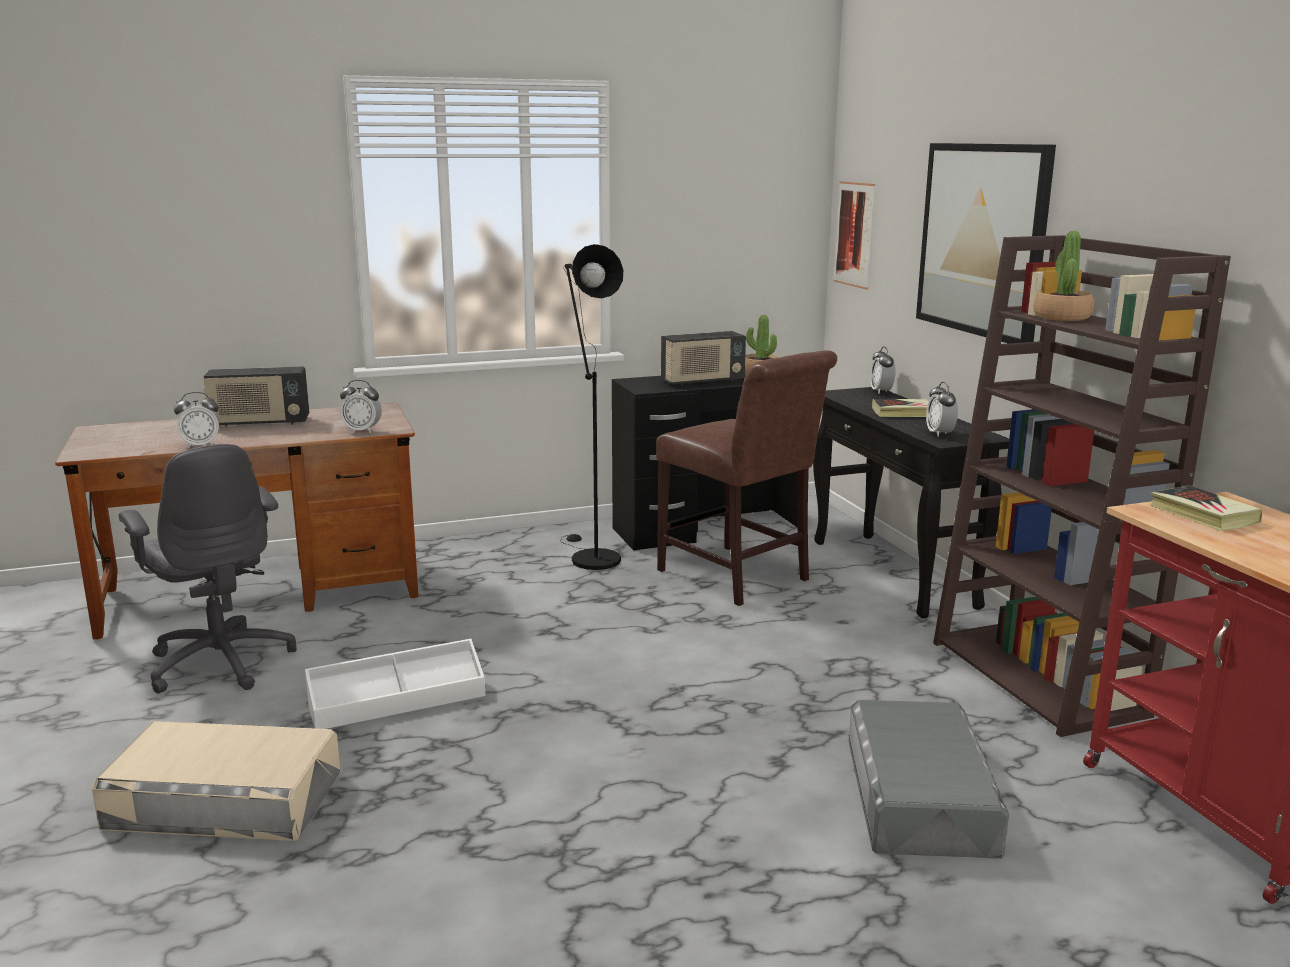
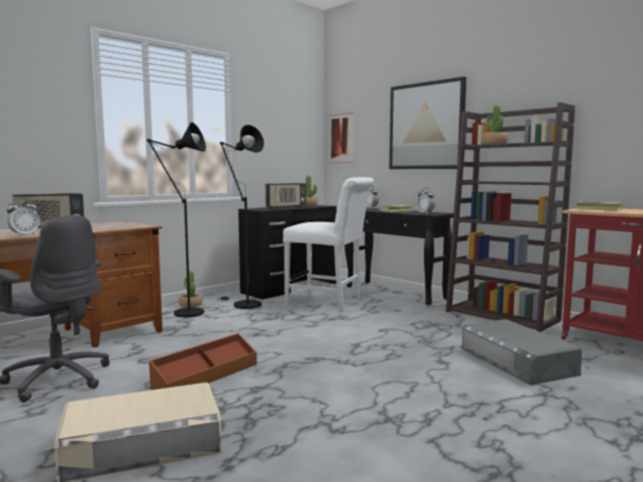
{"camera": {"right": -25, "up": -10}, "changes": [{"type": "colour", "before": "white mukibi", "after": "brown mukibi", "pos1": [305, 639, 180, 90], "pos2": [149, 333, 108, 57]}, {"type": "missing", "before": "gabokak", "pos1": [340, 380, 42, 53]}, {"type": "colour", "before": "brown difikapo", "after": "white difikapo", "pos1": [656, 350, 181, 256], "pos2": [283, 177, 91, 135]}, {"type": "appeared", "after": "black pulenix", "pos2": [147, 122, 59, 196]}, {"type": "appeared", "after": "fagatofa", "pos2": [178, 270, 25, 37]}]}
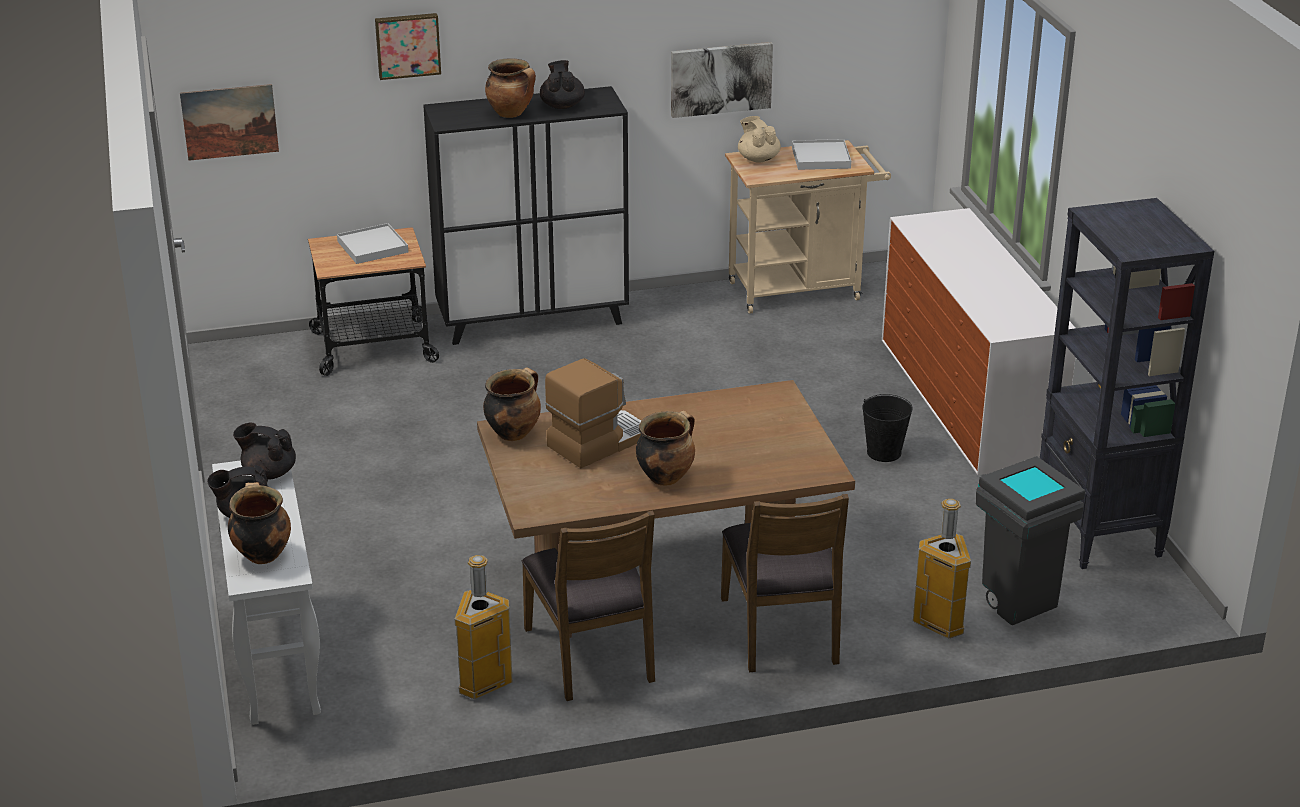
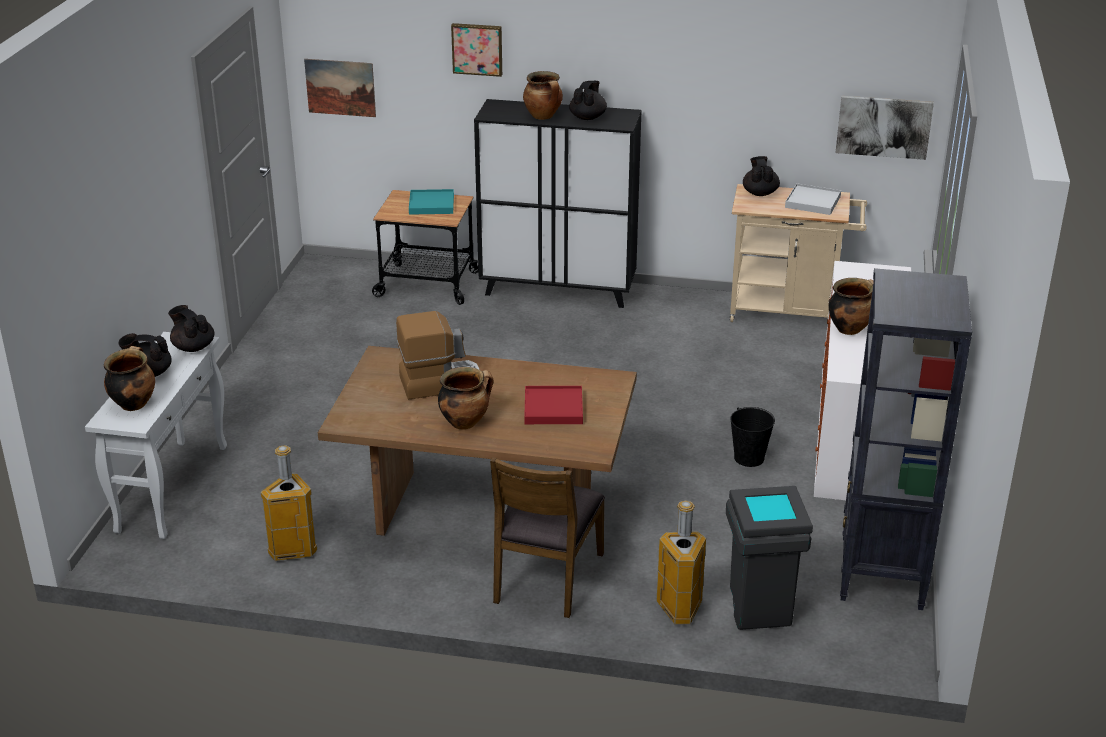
{"camera": {"right": 25, "up": 0}, "changes": [{"type": "colour", "before": "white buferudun", "after": "turquoise buferudun", "pos1": [337, 223, 71, 41], "pos2": [409, 189, 45, 26]}, {"type": "relocated", "before": "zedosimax", "pos1": [483, 367, 58, 74], "pos2": [829, 278, 44, 57]}, {"type": "missing", "before": "brown difikapo", "pos1": [522, 511, 133, 190]}, {"type": "relocated", "before": "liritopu", "pos1": [671, 42, 102, 76], "pos2": [836, 96, 98, 64]}, {"type": "colour", "before": "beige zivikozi", "after": "black zivikozi", "pos1": [738, 116, 43, 47], "pos2": [743, 156, 37, 40]}, {"type": "appeared", "after": "red buferudun", "pos2": [524, 386, 59, 38]}]}
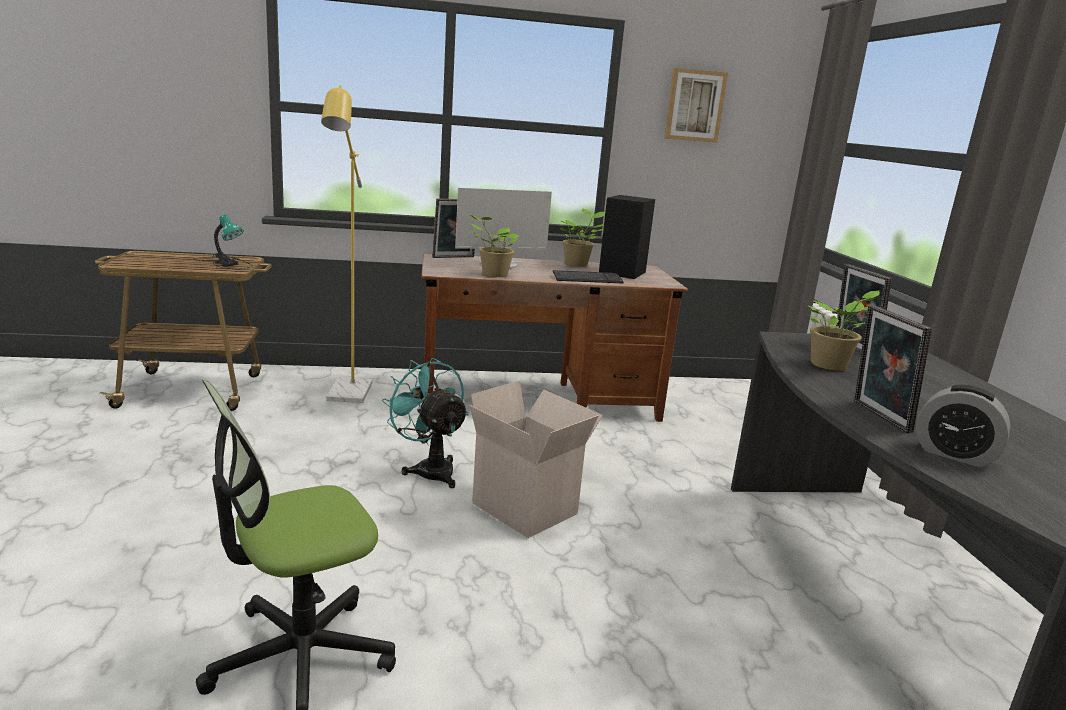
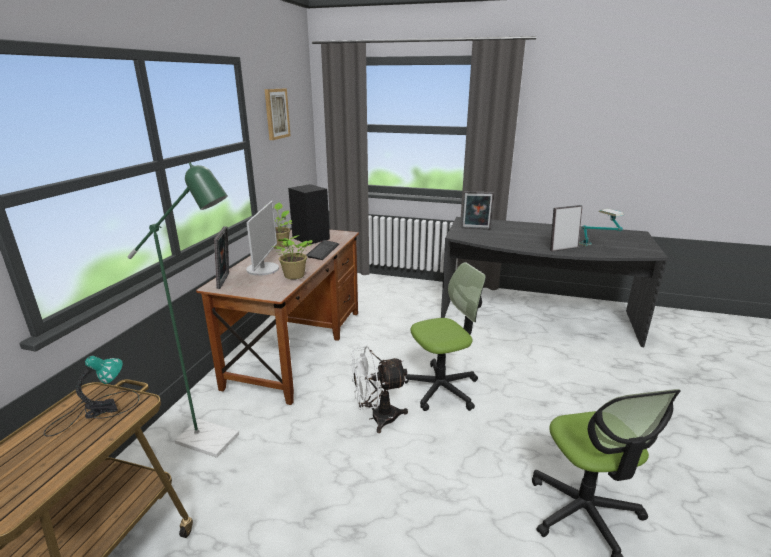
{"camera": {"right": -65, "up": 5}, "changes": [{"type": "colour", "before": "yellow pulenix", "after": "green pulenix", "pos1": [321, 85, 51, 318], "pos2": [127, 162, 112, 296]}, {"type": "colour", "before": "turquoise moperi", "after": "white moperi", "pos1": [382, 358, 87, 130], "pos2": [350, 346, 58, 87]}, {"type": "exchanged", "before": "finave", "after": "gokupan", "pos1": [469, 381, 134, 157], "pos2": [405, 262, 81, 149]}, {"type": "missing", "before": "fagatofa", "pos1": [807, 291, 73, 80]}, {"type": "spun", "before": "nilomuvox", "pos1": [854, 305, 78, 128], "pos2": [550, 205, 33, 46], "turn": 150}, {"type": "exchanged", "before": "gabokak", "after": "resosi", "pos1": [916, 385, 95, 82], "pos2": [579, 209, 45, 37]}]}
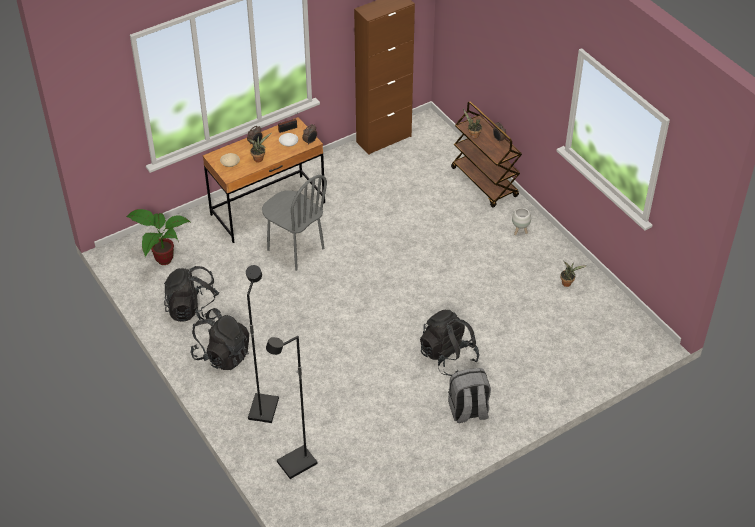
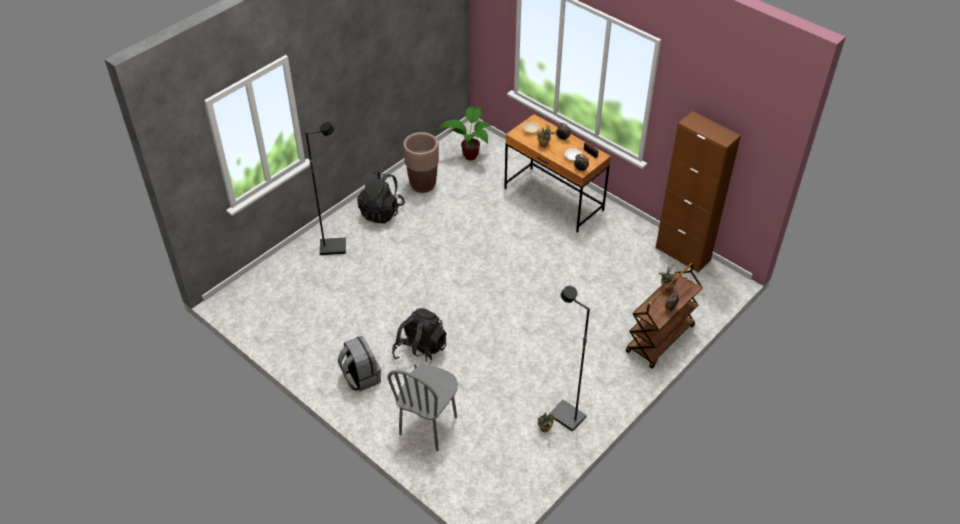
{"camera": {"right": 75, "up": 0}, "changes": [{"type": "exchanged", "before": "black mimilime", "after": "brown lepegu", "pos1": [164, 266, 57, 56], "pos2": [403, 132, 36, 61]}, {"type": "relocated", "before": "grey difikapo", "pos1": [262, 175, 65, 96], "pos2": [388, 365, 70, 86]}, {"type": "relocated", "before": "black pulenix", "pos1": [266, 336, 52, 143], "pos2": [549, 286, 41, 146]}, {"type": "missing", "before": "white lepegu", "pos1": [512, 208, 19, 27]}]}
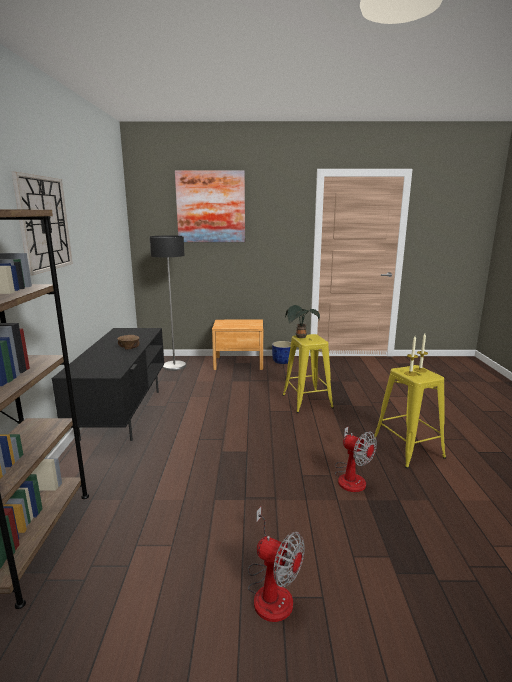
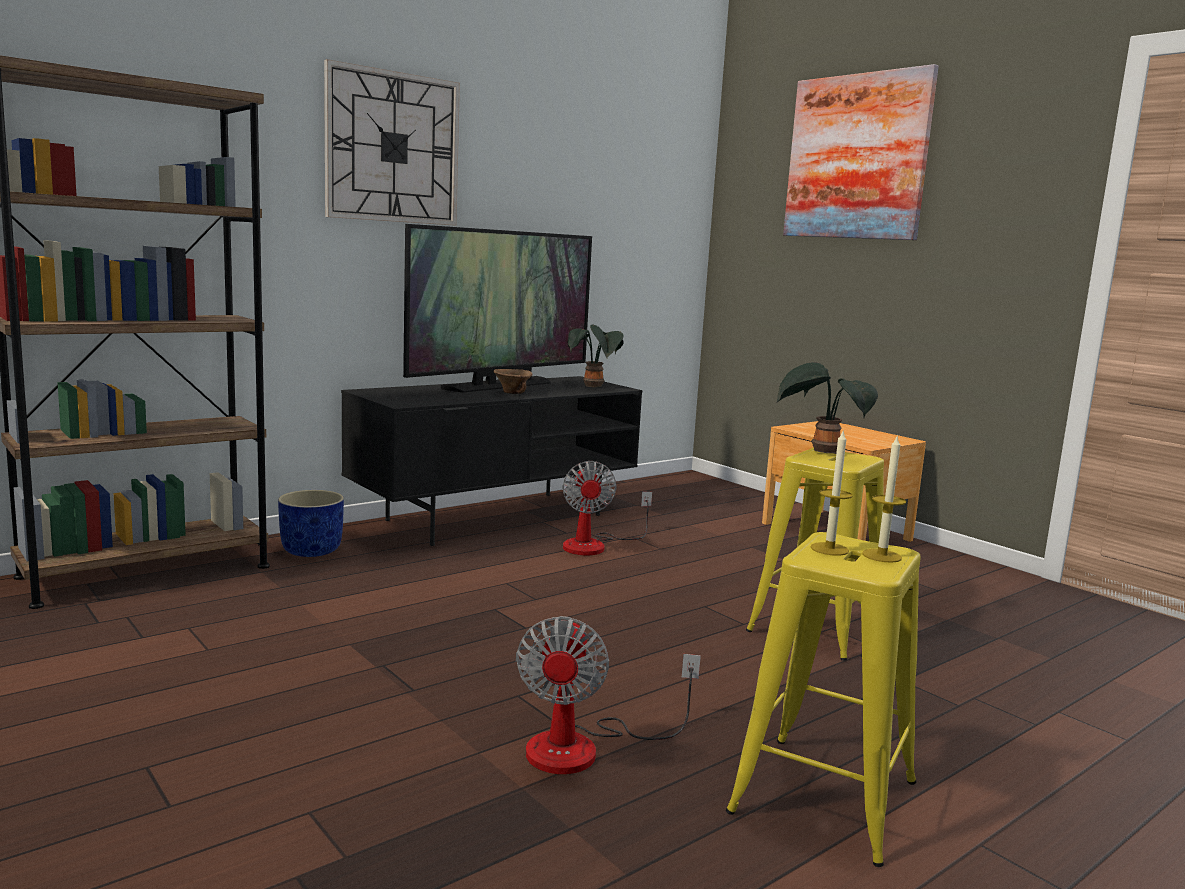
{"camera": {"right": 50, "up": -5}, "changes": [{"type": "missing", "before": "pulenix", "pos1": [149, 235, 37, 136]}, {"type": "relocated", "before": "moperi", "pos1": [248, 507, 57, 115], "pos2": [562, 461, 90, 94]}, {"type": "relocated", "before": "blue lepegu", "pos1": [272, 341, 19, 23], "pos2": [278, 490, 66, 67]}, {"type": "appeared", "after": "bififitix", "pos2": [403, 224, 189, 168]}, {"type": "appeared", "after": "fagatofa", "pos2": [567, 324, 57, 63]}]}
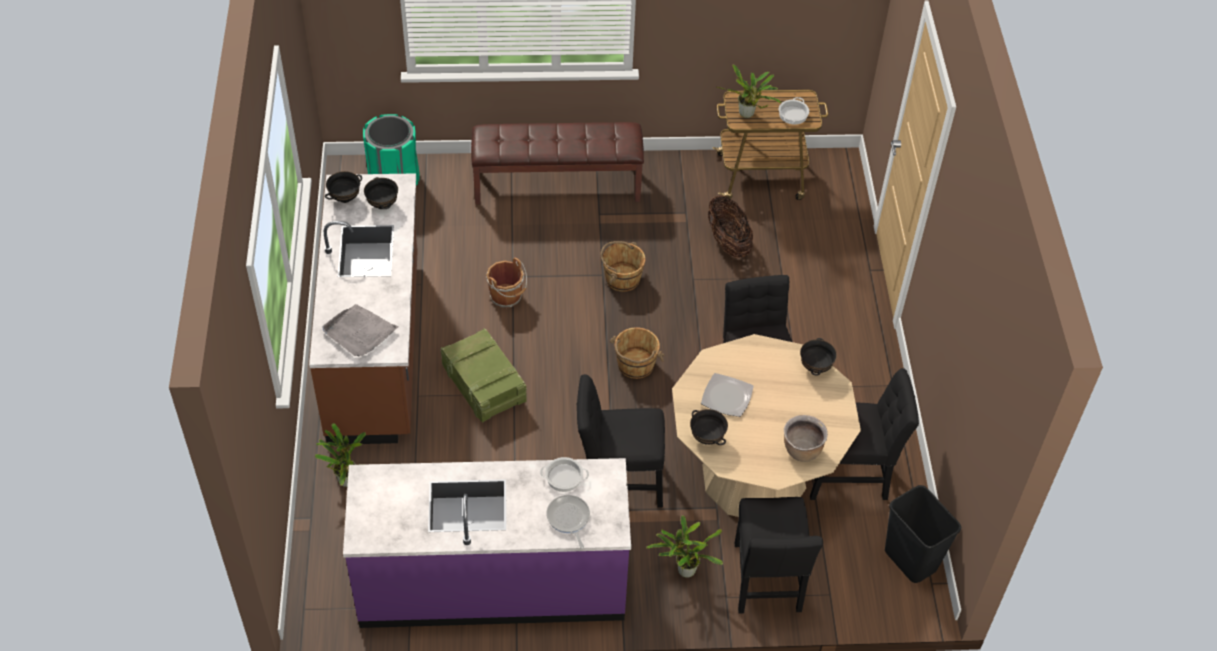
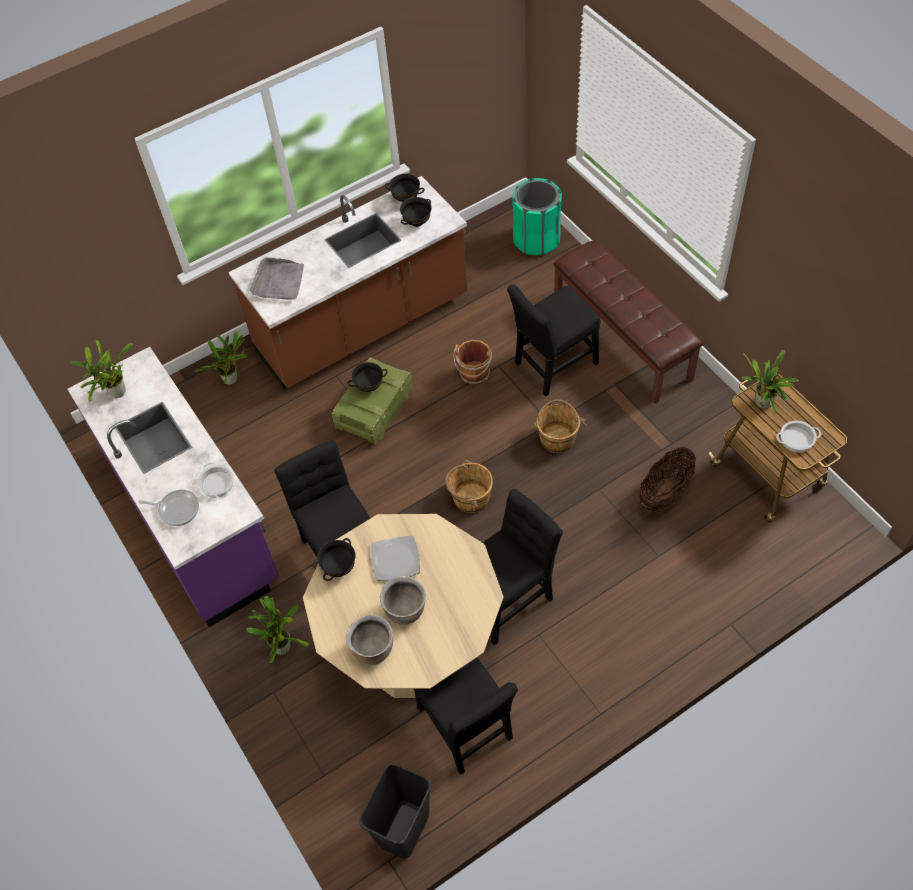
{"camera": {"right": 65, "up": 5}, "changes": [{"type": "spun", "before": "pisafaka", "pos1": [546, 495, 44, 54], "pos2": [138, 490, 61, 36], "turn": 60}, {"type": "relocated", "before": "black difikapo", "pos1": [735, 497, 88, 117], "pos2": [507, 284, 93, 113]}, {"type": "relocated", "before": "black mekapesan", "pos1": [800, 338, 37, 38], "pos2": [347, 362, 41, 30]}, {"type": "appeared", "after": "fagatofa", "pos2": [71, 340, 62, 63]}, {"type": "appeared", "after": "brown zedosimax", "pos2": [380, 576, 46, 49]}]}
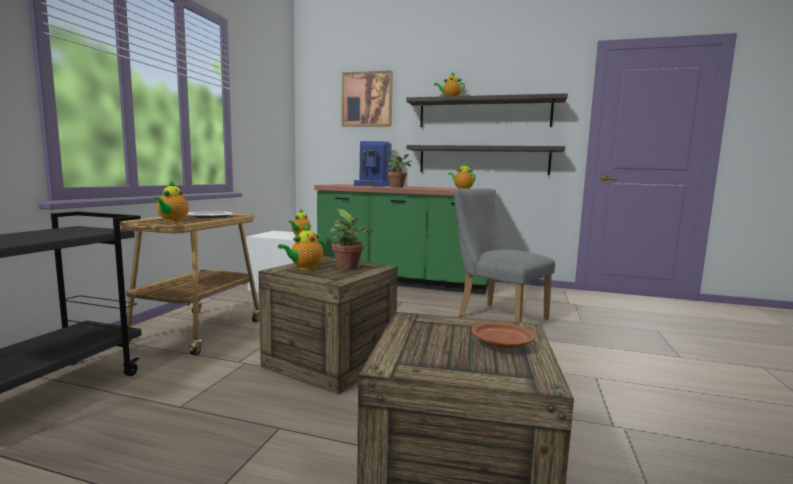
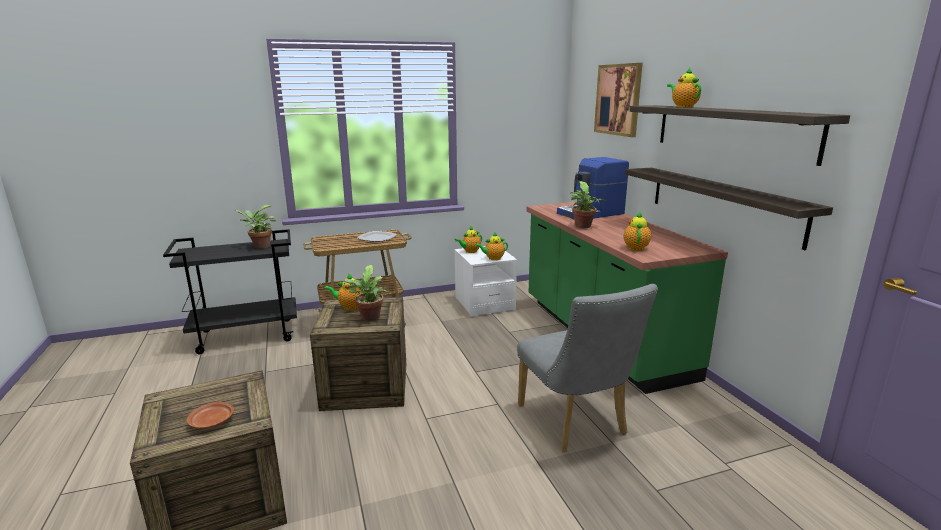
{"camera": {"right": 55, "up": 10}, "changes": [{"type": "relocated", "before": "zivikozi", "pos1": [154, 180, 35, 42], "pos2": [455, 226, 27, 27]}, {"type": "spun", "before": "grey difikapo", "pos1": [454, 188, 101, 134], "pos2": [517, 284, 141, 168], "turn": 150}, {"type": "appeared", "after": "fagatofa", "pos2": [235, 205, 41, 44]}]}
